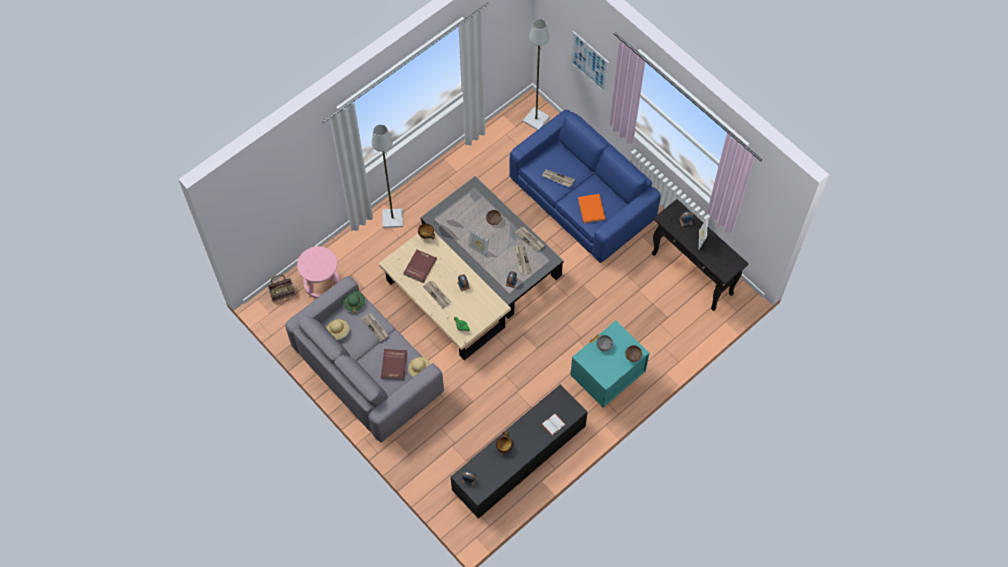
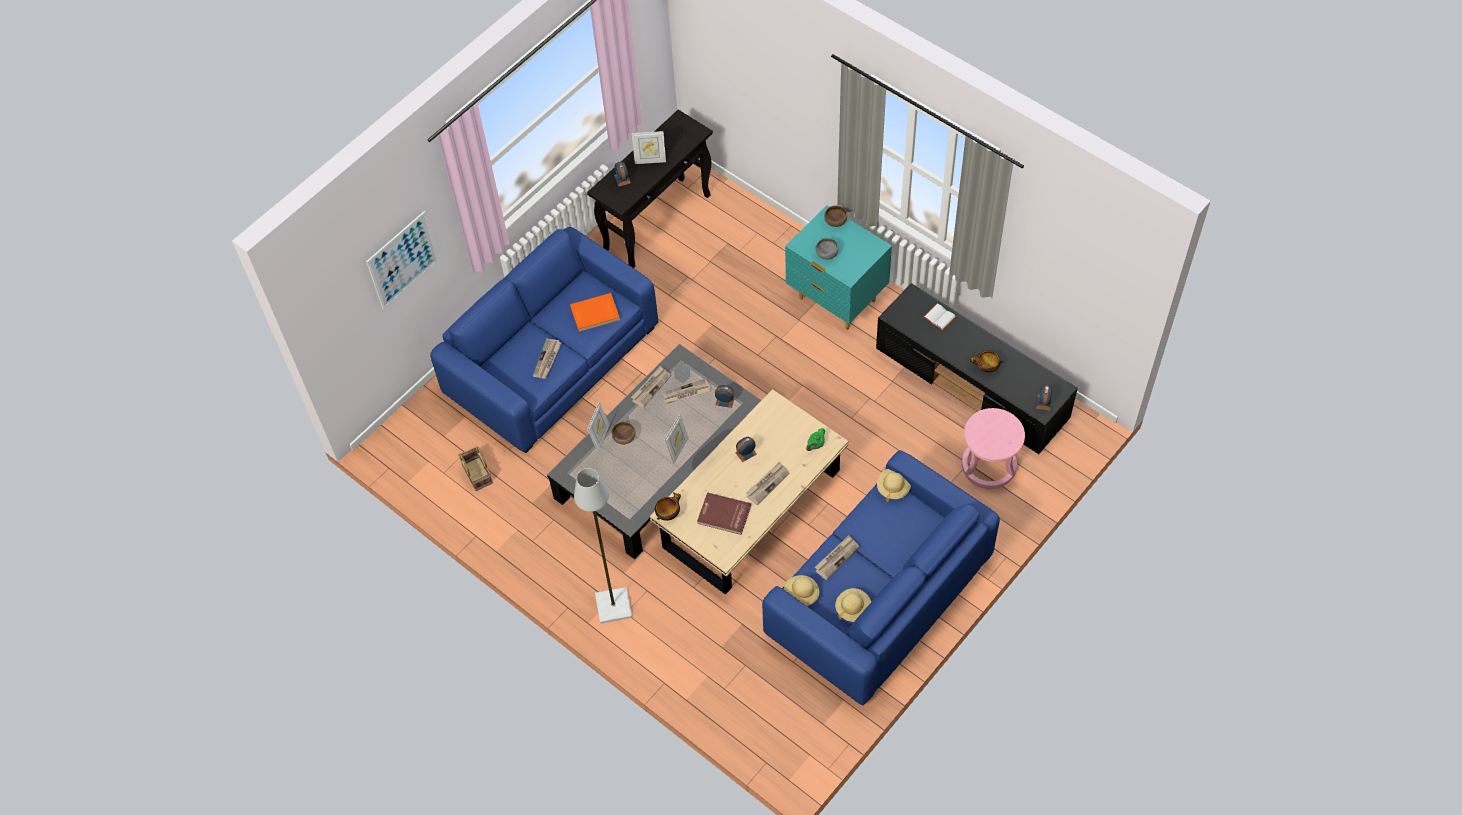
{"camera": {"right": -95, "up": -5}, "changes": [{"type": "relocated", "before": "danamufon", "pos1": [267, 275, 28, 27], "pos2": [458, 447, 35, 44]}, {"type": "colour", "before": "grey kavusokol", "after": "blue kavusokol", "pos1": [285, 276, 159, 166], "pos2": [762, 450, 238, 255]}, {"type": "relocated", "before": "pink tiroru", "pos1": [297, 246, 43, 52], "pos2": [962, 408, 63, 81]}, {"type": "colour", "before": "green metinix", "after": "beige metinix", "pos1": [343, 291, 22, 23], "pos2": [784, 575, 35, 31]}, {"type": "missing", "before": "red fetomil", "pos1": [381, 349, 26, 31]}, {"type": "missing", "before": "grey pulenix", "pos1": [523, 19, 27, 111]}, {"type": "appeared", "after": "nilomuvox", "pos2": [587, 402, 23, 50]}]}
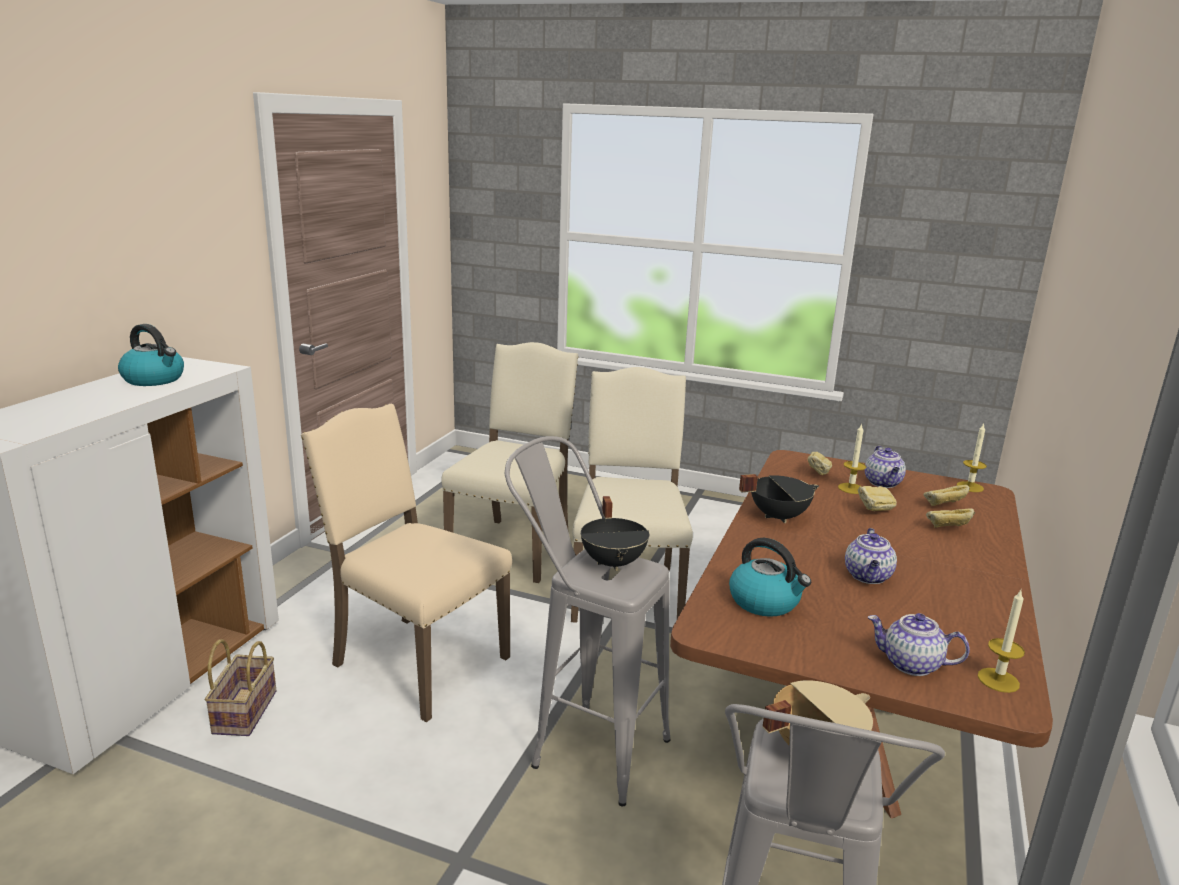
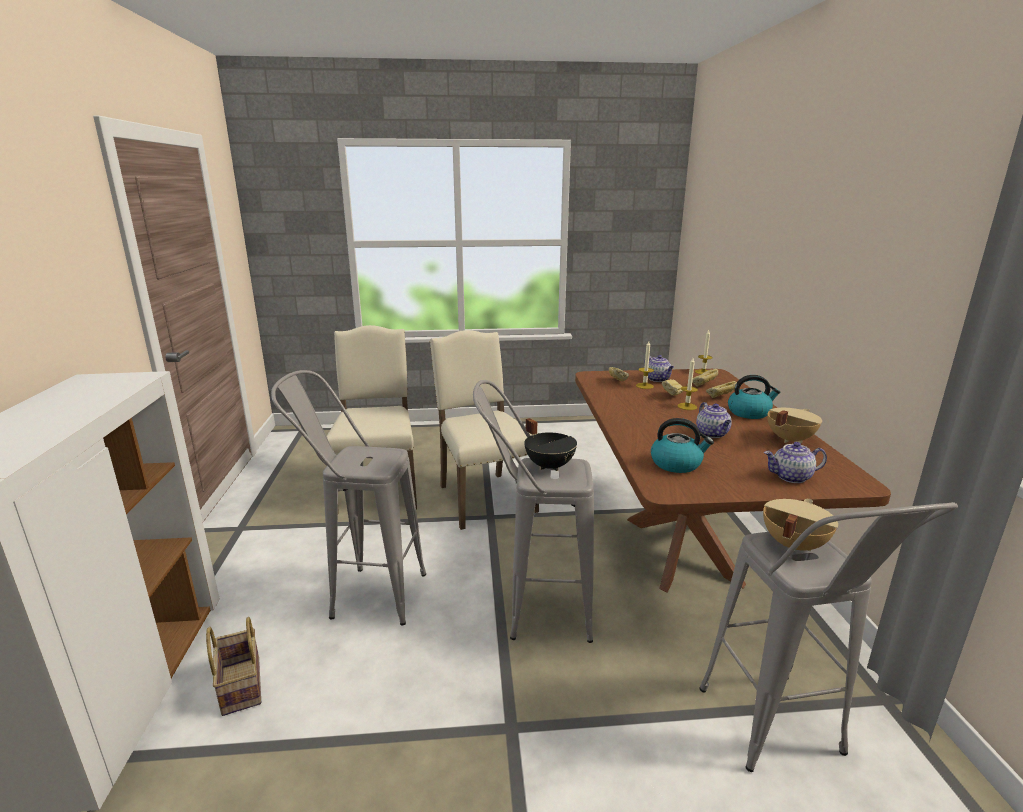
{"camera": {"right": -25, "up": 0}, "changes": [{"type": "relocated", "before": "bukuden", "pos1": [118, 324, 66, 62], "pos2": [728, 375, 52, 44]}, {"type": "exchanged", "before": "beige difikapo", "after": "grey tiroru", "pos1": [301, 404, 211, 318], "pos2": [271, 370, 155, 256]}, {"type": "missing", "before": "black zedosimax", "pos1": [739, 474, 80, 49]}, {"type": "relocated", "before": "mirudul", "pos1": [978, 590, 47, 103], "pos2": [677, 358, 21, 52]}, {"type": "appeared", "after": "beige zedosimax", "pos2": [767, 408, 55, 35]}]}
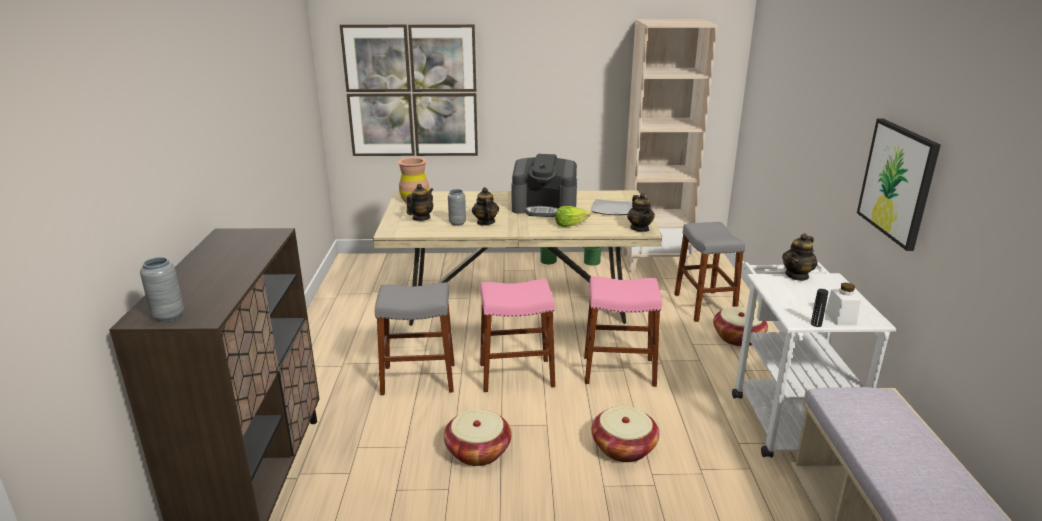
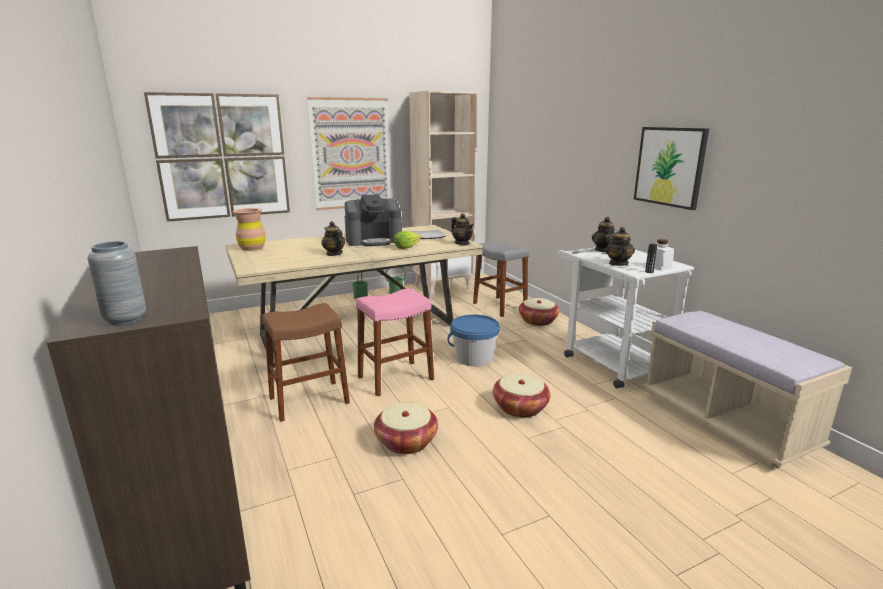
{"camera": {"right": -25, "up": -5}, "changes": [{"type": "colour", "before": "grey tiroru", "after": "brown tiroru", "pos1": [375, 283, 79, 112], "pos2": [262, 303, 88, 119]}, {"type": "relocated", "before": "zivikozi", "pos1": [407, 184, 26, 37], "pos2": [605, 227, 30, 39]}, {"type": "missing", "before": "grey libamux", "pos1": [448, 189, 18, 37]}, {"type": "exchanged", "before": "pink tiroru", "after": "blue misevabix", "pos1": [584, 276, 78, 111], "pos2": [447, 314, 53, 52]}, {"type": "appeared", "after": "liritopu", "pos2": [307, 97, 84, 113]}]}
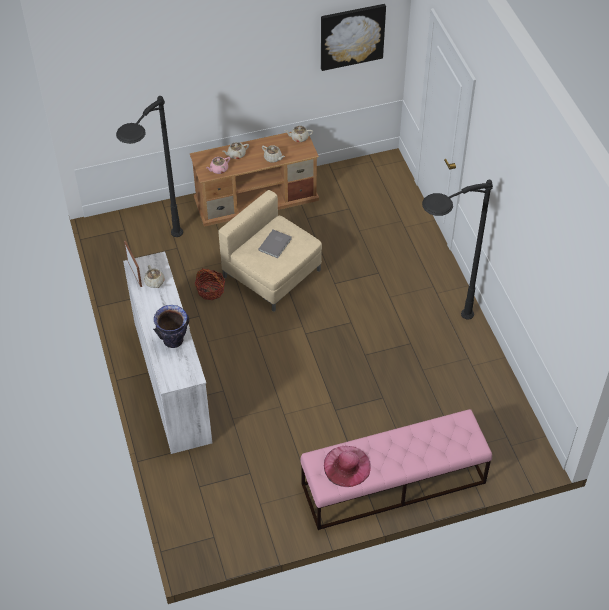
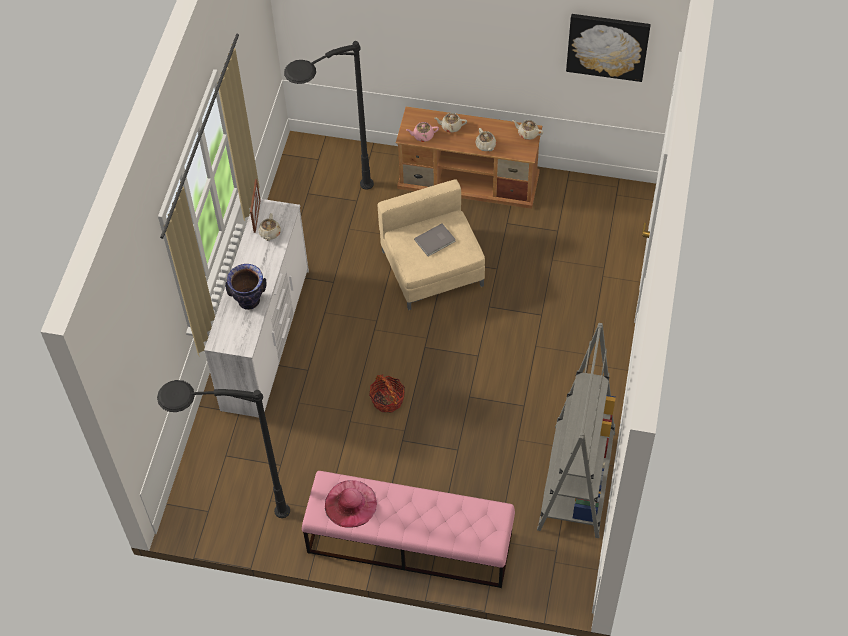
{"camera": {"right": 30, "up": 5}, "changes": [{"type": "relocated", "before": "danamufon", "pos1": [195, 268, 30, 32], "pos2": [369, 374, 36, 39]}, {"type": "relocated", "before": "black pulenix", "pos1": [422, 180, 71, 139], "pos2": [157, 380, 133, 138]}, {"type": "appeared", "after": "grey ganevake", "pos2": [537, 323, 79, 215]}]}
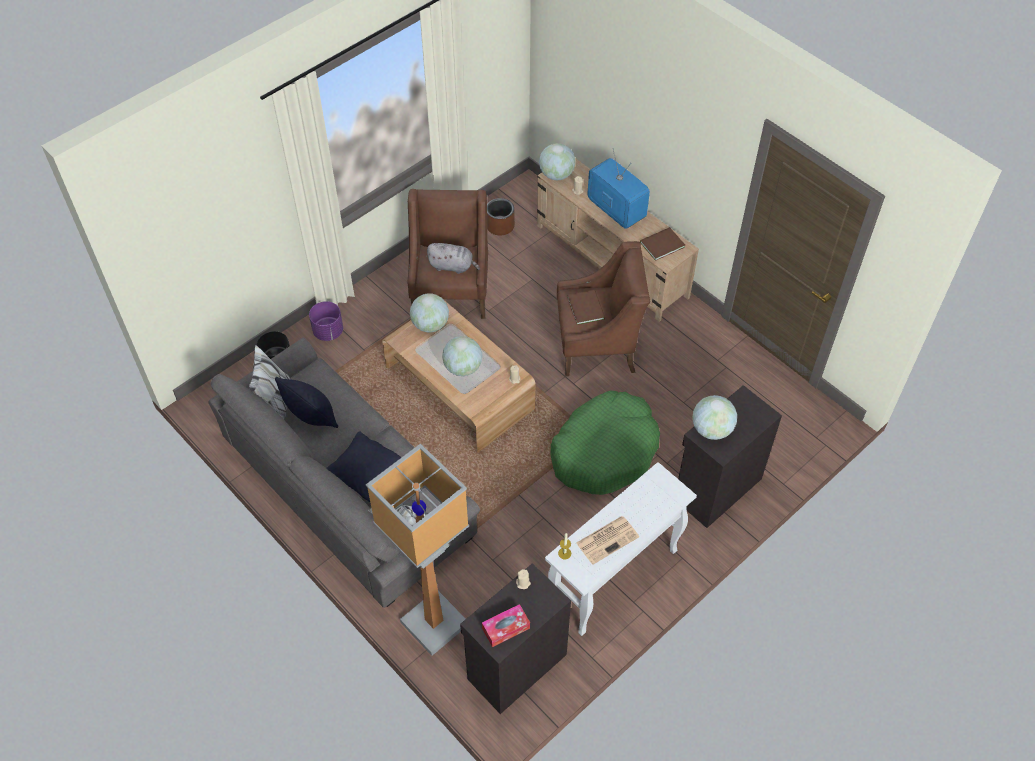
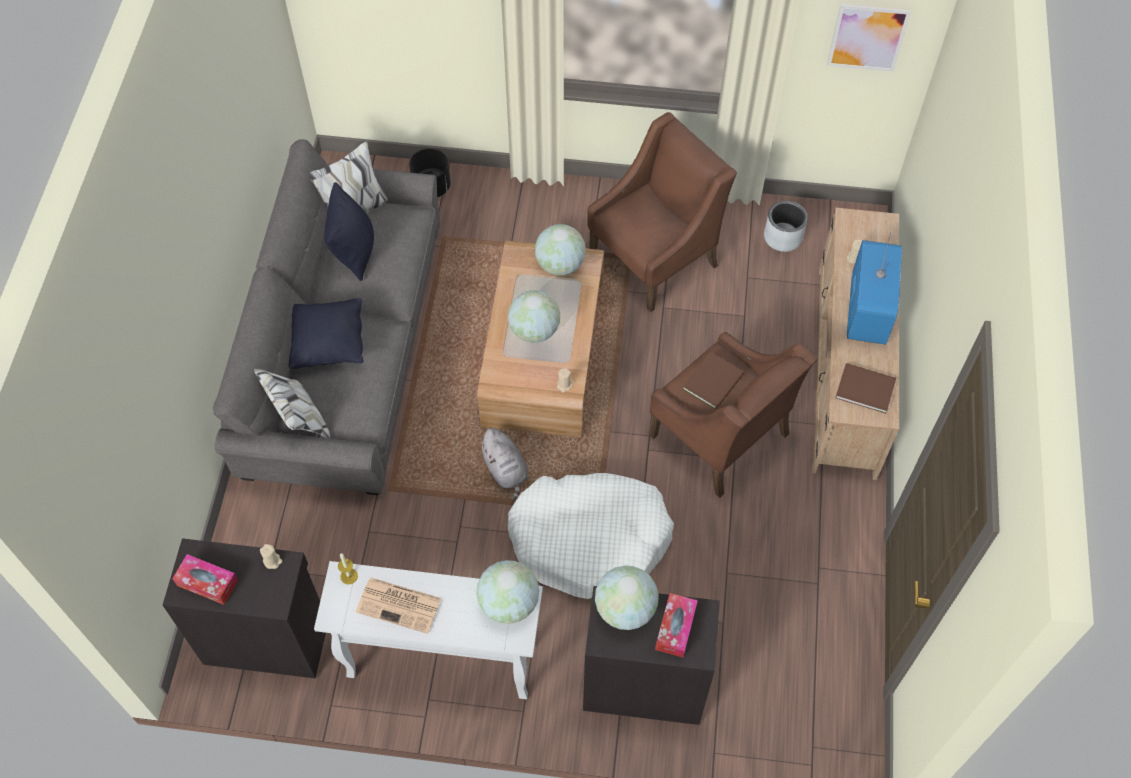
{"camera": {"right": 50, "up": 5}, "changes": [{"type": "missing", "before": "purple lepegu", "pos1": [309, 301, 34, 40]}, {"type": "missing", "before": "pulenix", "pos1": [366, 443, 103, 213]}, {"type": "relocated", "before": "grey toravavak", "pos1": [426, 243, 54, 31], "pos2": [478, 428, 50, 73]}, {"type": "colour", "before": "brown lepegu", "after": "grey lepegu", "pos1": [487, 198, 28, 37], "pos2": [764, 201, 44, 51]}, {"type": "relocated", "before": "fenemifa", "pos1": [539, 143, 37, 37], "pos2": [476, 560, 63, 64]}, {"type": "colour", "before": "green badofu", "after": "white badofu", "pos1": [551, 390, 109, 105], "pos2": [507, 473, 167, 126]}, {"type": "appeared", "after": "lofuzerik", "pos2": [655, 593, 43, 64]}, {"type": "appeared", "after": "liritopu", "pos2": [827, 4, 84, 68]}]}
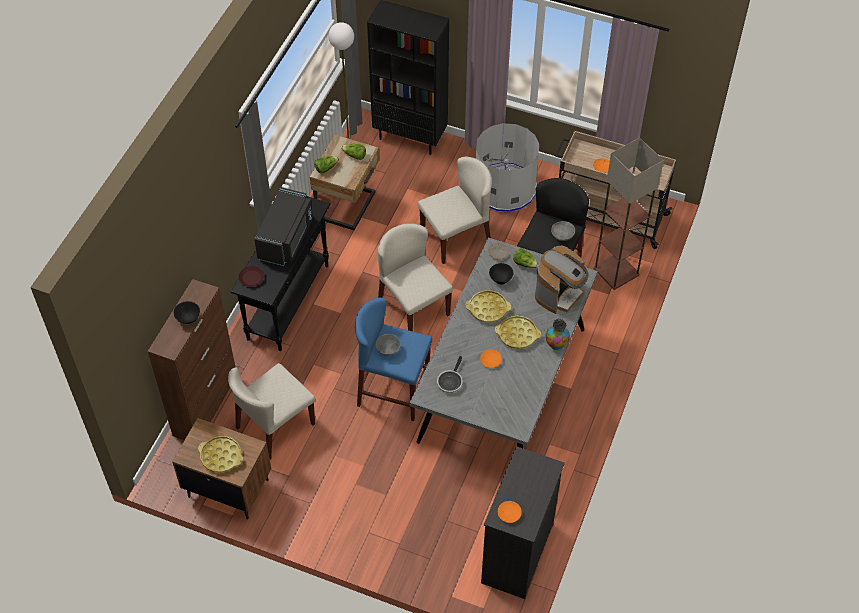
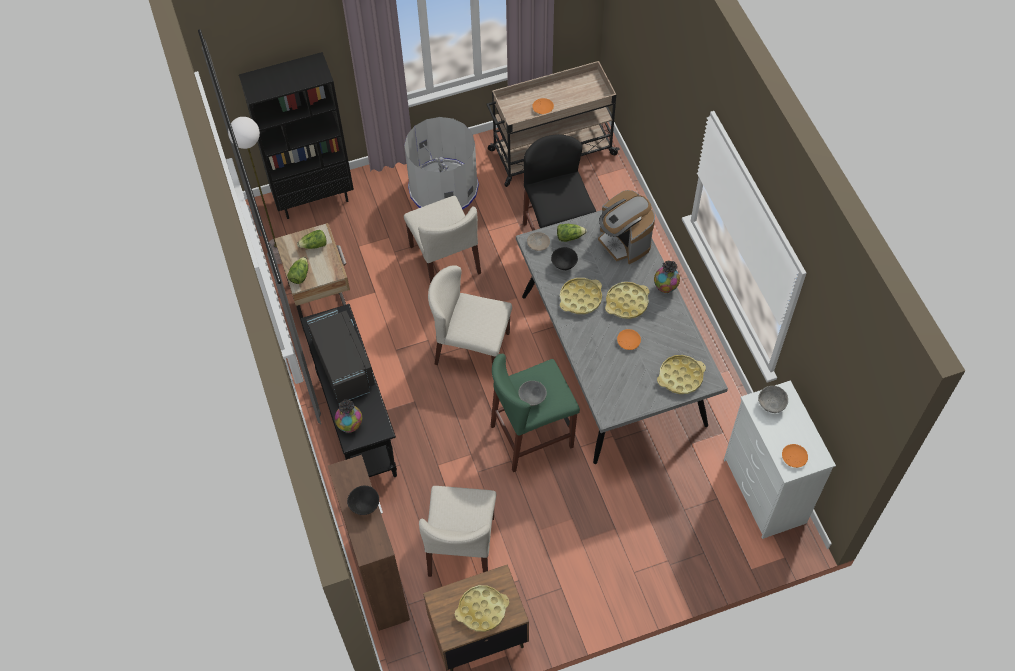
{"camera": {"right": -40, "up": 5}, "changes": [{"type": "exchanged", "before": "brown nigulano", "after": "libamux", "pos1": [238, 266, 26, 21], "pos2": [335, 399, 27, 34]}, {"type": "colour", "before": "blue tiroru", "after": "green tiroru", "pos1": [355, 298, 77, 123], "pos2": [490, 354, 90, 118]}, {"type": "spun", "before": "beige difikapo", "pos1": [418, 157, 74, 107], "pos2": [404, 196, 77, 87], "turn": 135}, {"type": "missing", "before": "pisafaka", "pos1": [437, 356, 26, 37]}, {"type": "colour", "before": "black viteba", "after": "white viteba", "pos1": [481, 446, 84, 153], "pos2": [724, 380, 112, 159]}, {"type": "spun", "before": "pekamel", "pos1": [535, 245, 53, 69], "pos2": [598, 190, 57, 74], "turn": 150}, {"type": "relocated", "before": "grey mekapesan", "pos1": [551, 221, 24, 20], "pos2": [758, 386, 30, 27]}, {"type": "missing", "before": "pulenix", "pos1": [594, 138, 70, 152]}, {"type": "appeared", "after": "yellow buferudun", "pos2": [657, 355, 49, 39]}]}
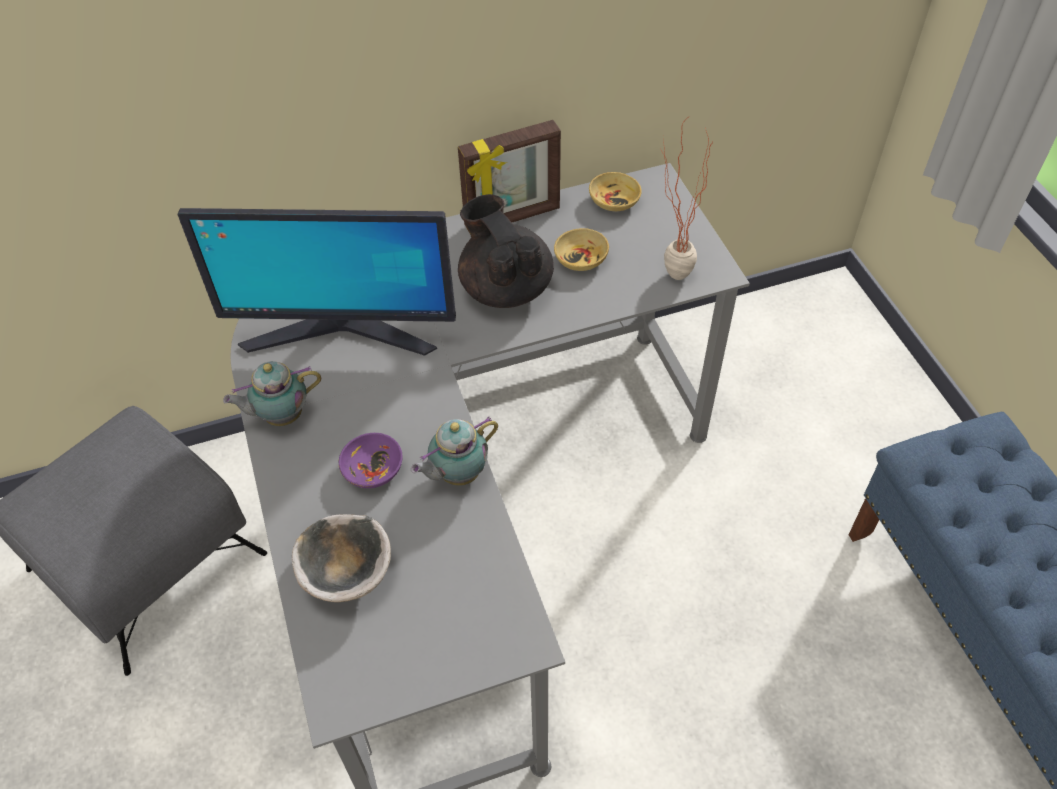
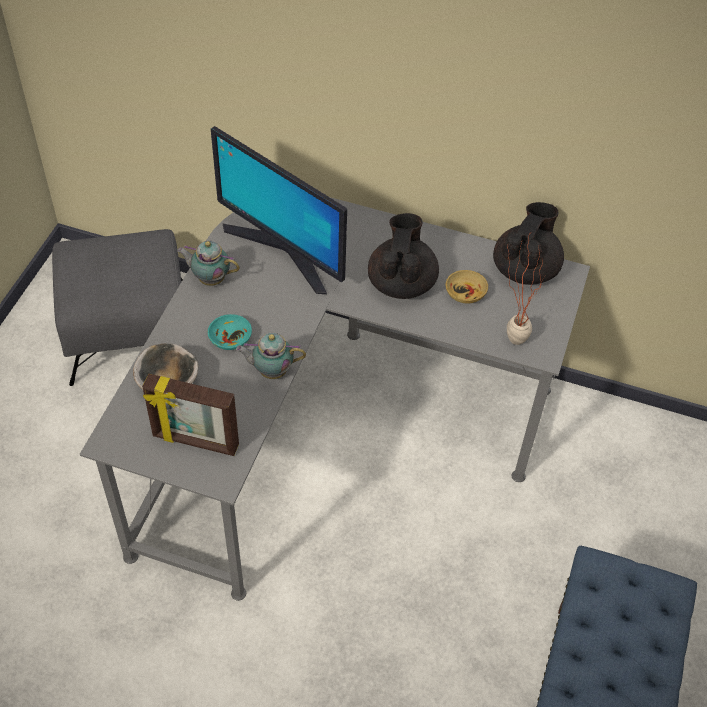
{"camera": {"right": 35, "up": 0}, "changes": [{"type": "colour", "before": "purple mekapesan", "after": "turquoise mekapesan", "pos1": [339, 433, 63, 55], "pos2": [208, 314, 44, 36]}, {"type": "relocated", "before": "nilomuvox", "pos1": [458, 120, 103, 113], "pos2": [142, 374, 97, 82]}, {"type": "exchanged", "before": "beige mekapesan", "after": "black zivikozi", "pos1": [589, 172, 53, 39], "pos2": [493, 202, 71, 83]}]}
